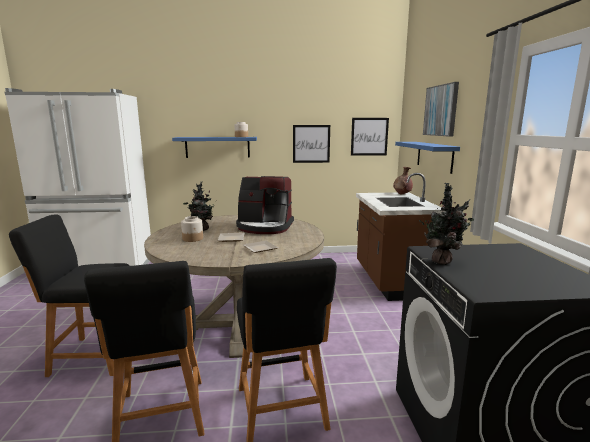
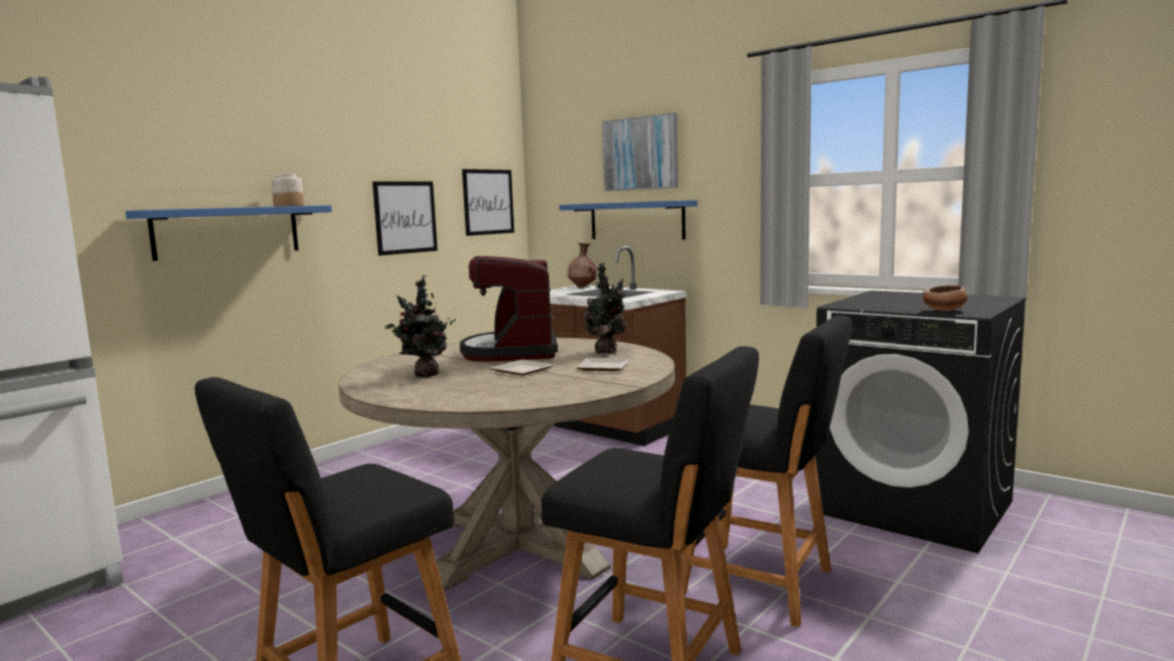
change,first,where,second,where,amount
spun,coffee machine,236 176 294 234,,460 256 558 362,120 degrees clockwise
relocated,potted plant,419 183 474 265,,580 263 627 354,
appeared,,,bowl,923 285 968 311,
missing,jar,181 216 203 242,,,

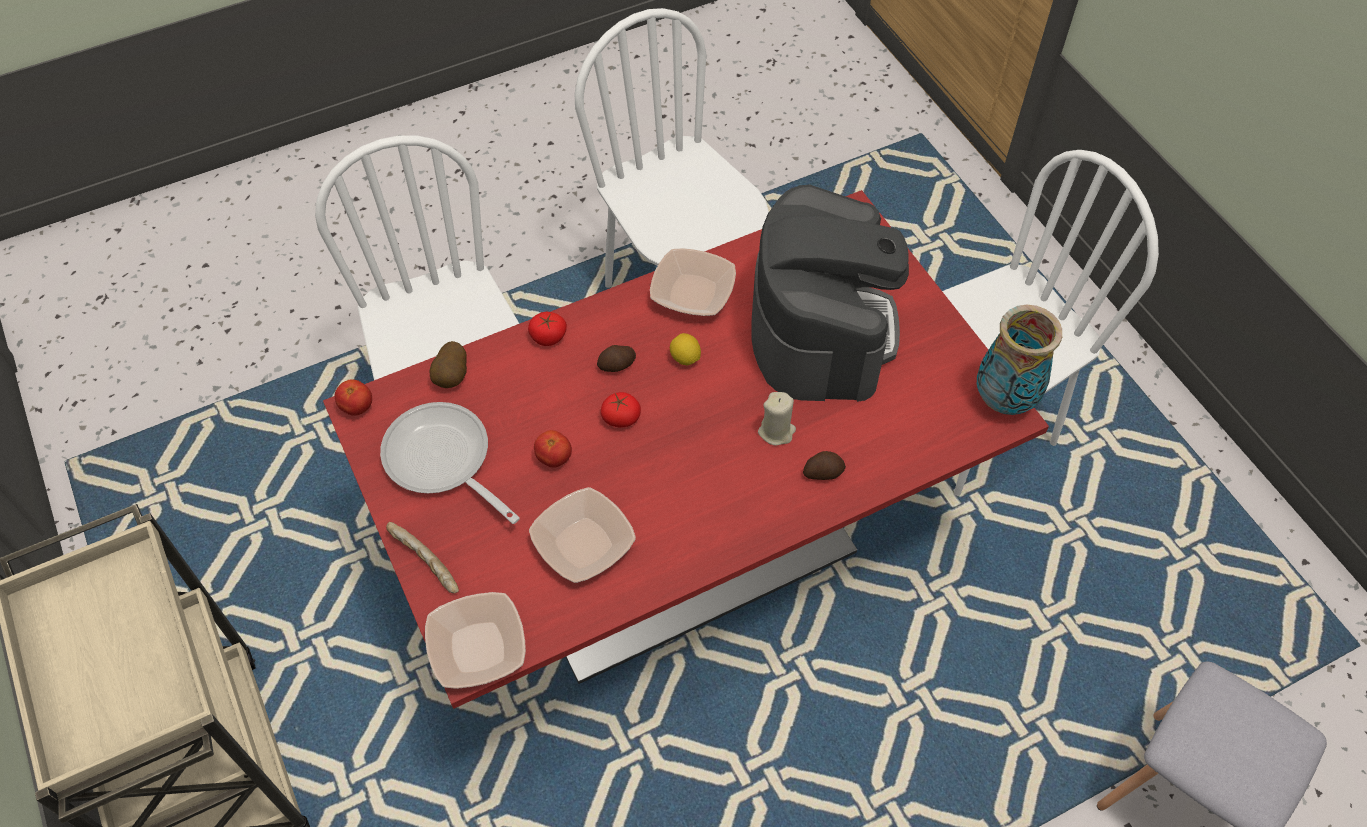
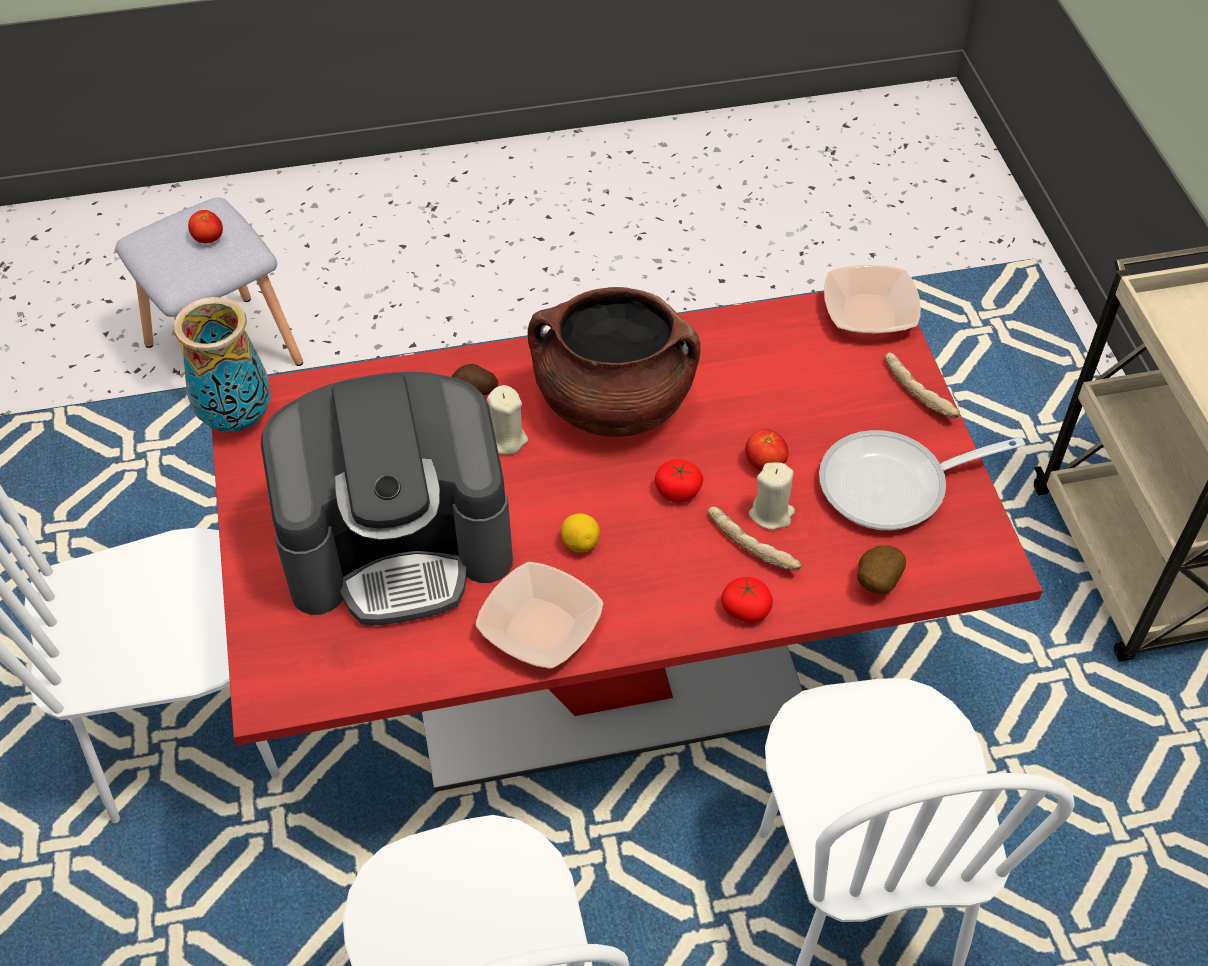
change,first,where,second,where,amount
relocated,fresh tomato,335 379 372 416,,188 210 223 243,
spun,coffee machine,751 184 909 402,,261 372 513 625,120 degrees counterclockwise
appeared,,,brown-coloured stockpot,528 287 701 437,
appeared,,,bread,708 507 801 571,
appeared,,,beige-coloured wax candle,749 463 795 530,
spun,frying pan,380 402 520 524,,819 430 1025 530,105 degrees clockwise
missing,bowl,529 487 636 583,,,
missing,whole potato,597 345 636 372,,,

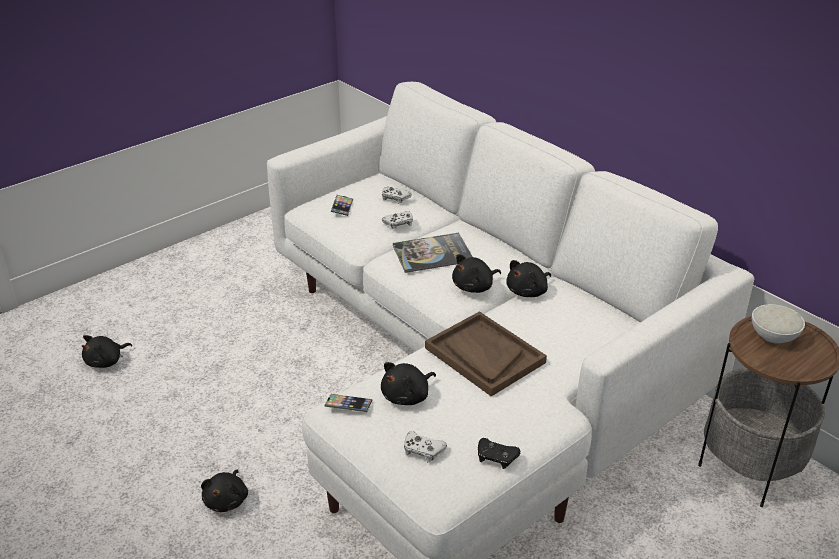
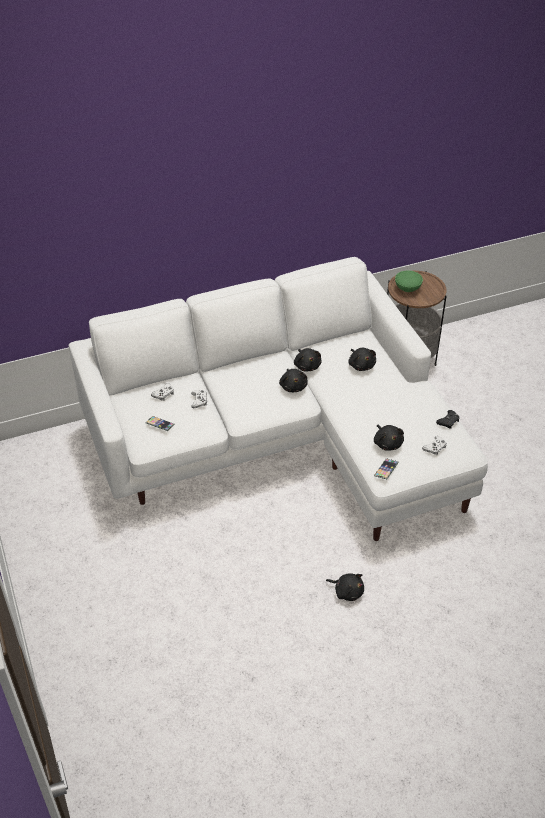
change,first,where,second,where,amount
relocated,black-coloured plush toy,82 335 132 368,,348 348 376 371,
colour,white bowl,752 304 805 344,green bowl,395 271 423 292,
missing,book,393 233 473 273,,,
missing,brown-coloured tray,425 311 547 396,,,

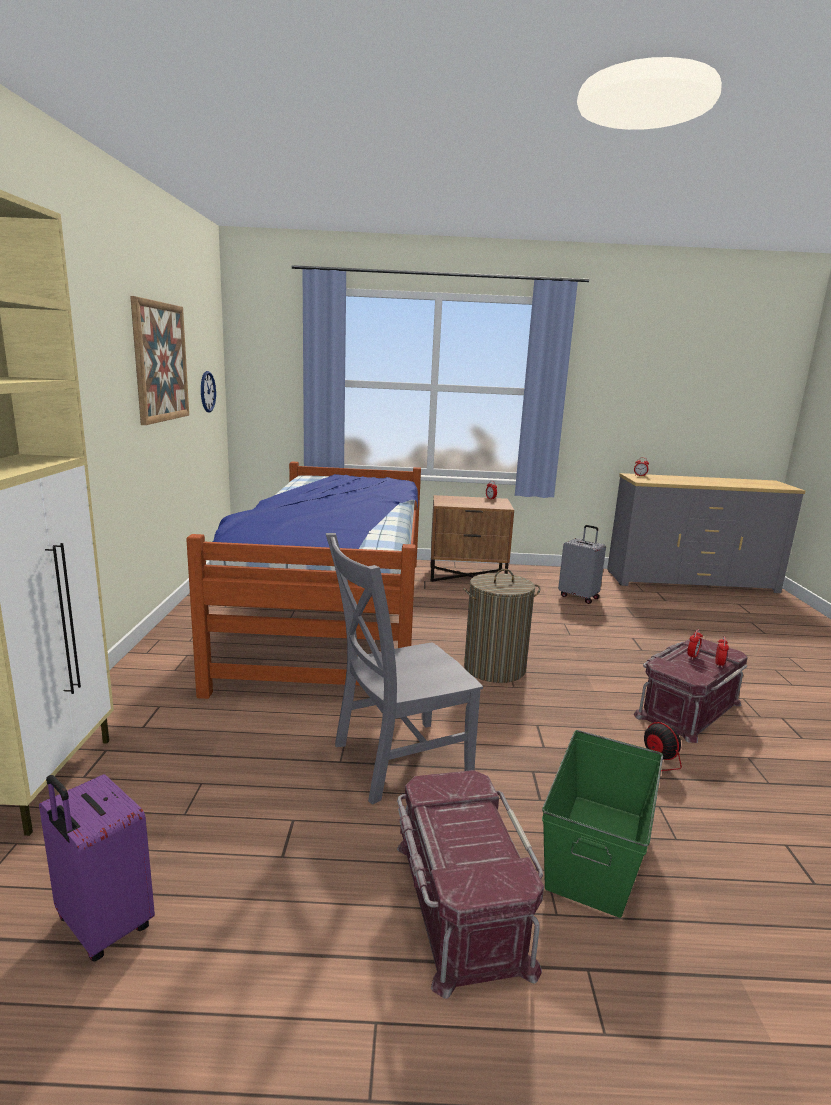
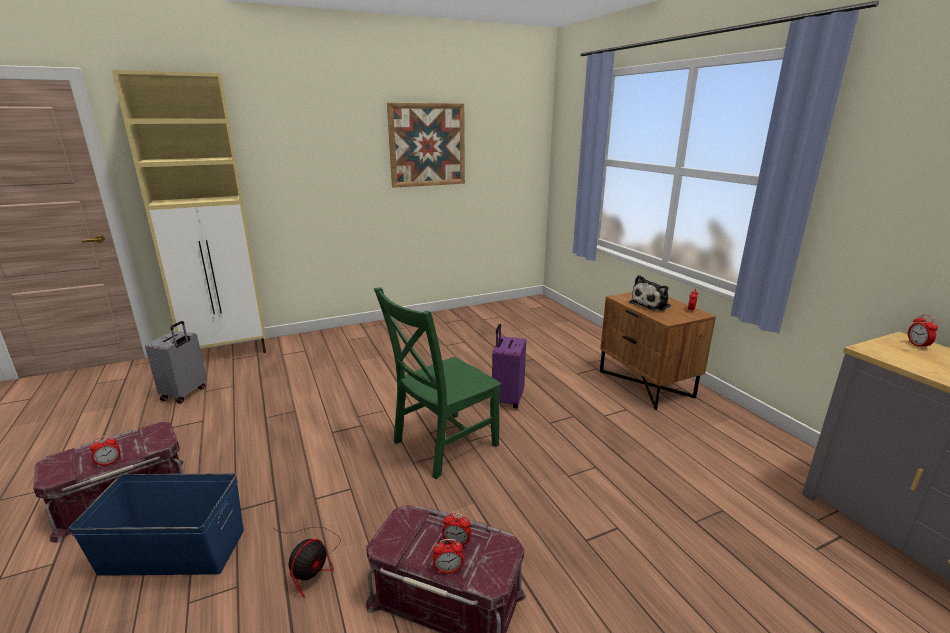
change,first,where,second,where,amount
colour,green storage bin,542 730 663 918,blue storage bin,69 473 244 576,
appeared,,,alarm clock,89 436 120 467,
relocated,grey travel case,558 525 606 604,,145 321 207 403,
exchanged,laundry basket,463 569 540 683,green plain chair,374 287 502 479,
relocated,purple-coloured travel case,39 774 155 962,,492 324 526 408,
appeared,,,plush toy,629 275 671 311,
missing,sleeping bed,186 461 421 699,,,
missing,hanging clock,201 371 216 413,,,
missing,grey plain chair,326 533 483 805,,,

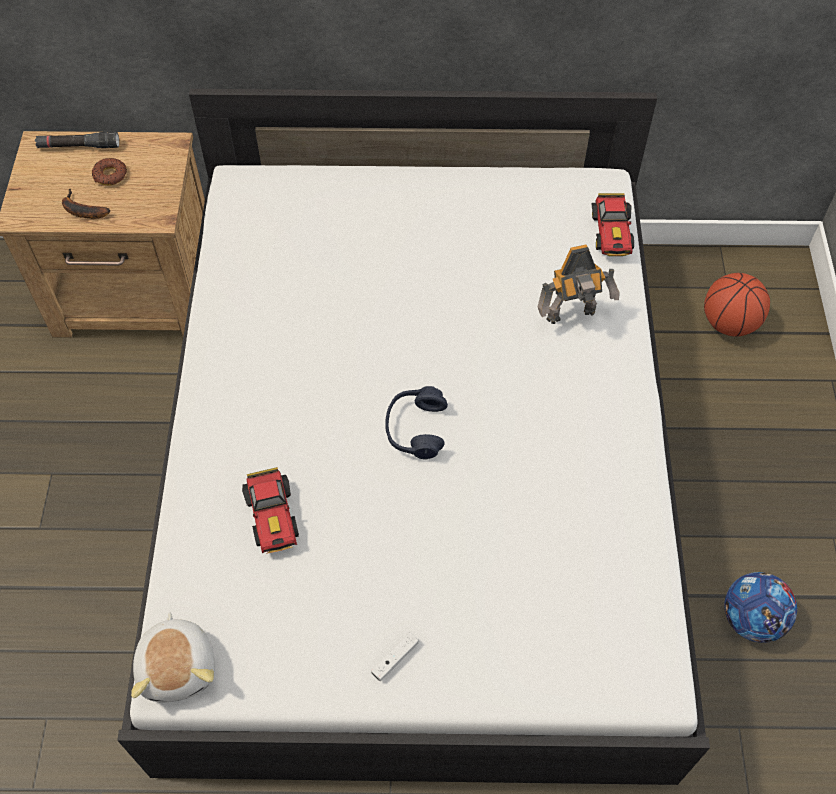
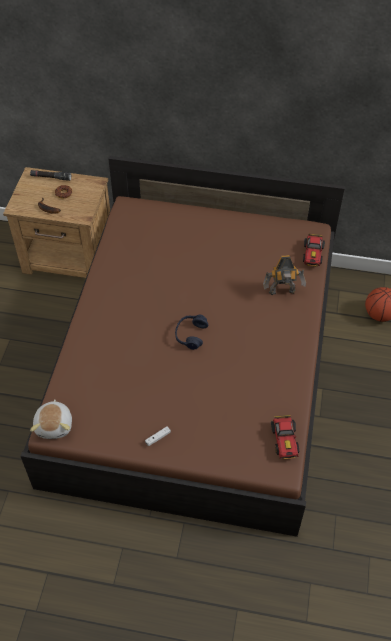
change,first,where,second,where,amount
colour,white sleeping bed,117 89 710 785,brown-coloured sleeping bed,21 156 345 537,
relocated,model car,242 467 299 554,,271 415 299 459,
missing,football ball,724 572 797 643,,,

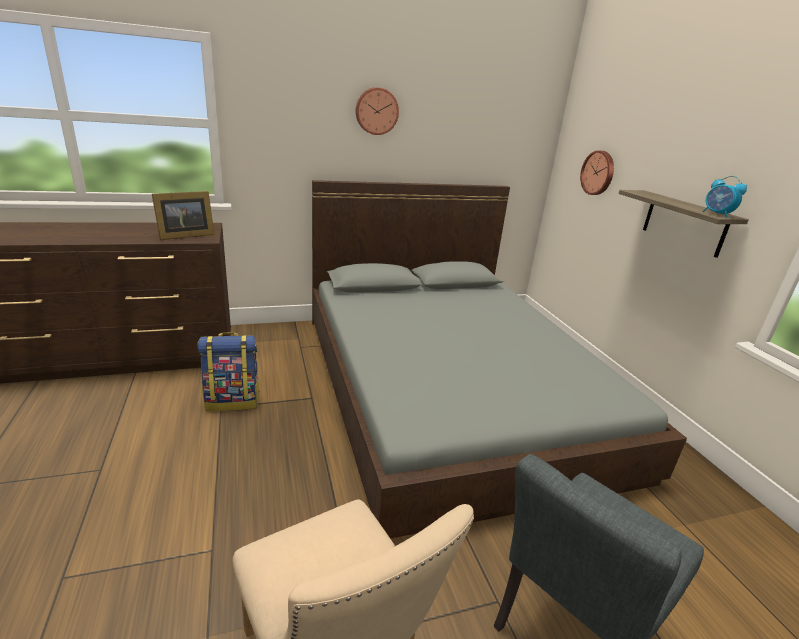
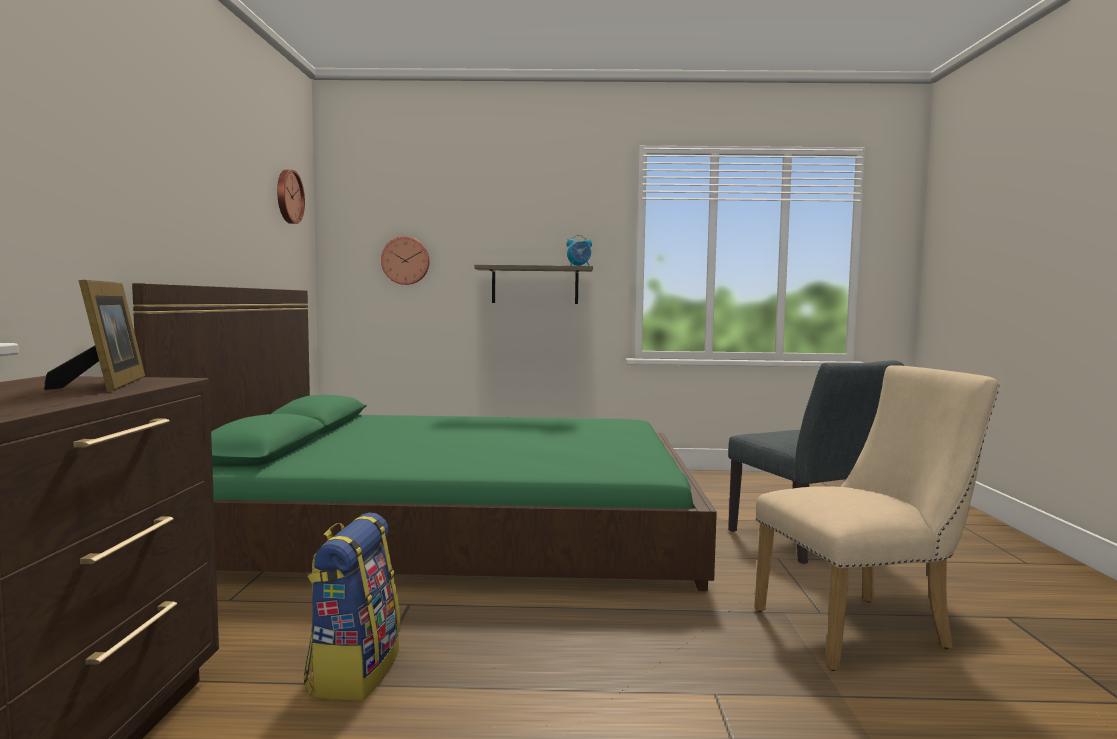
change,first,where,second,where,amount
colour,grey sleeping bed,312 180 687 539,green sleeping bed,132 283 717 591,
relocated,hanging clock,356 87 399 135,,277 169 305 224,

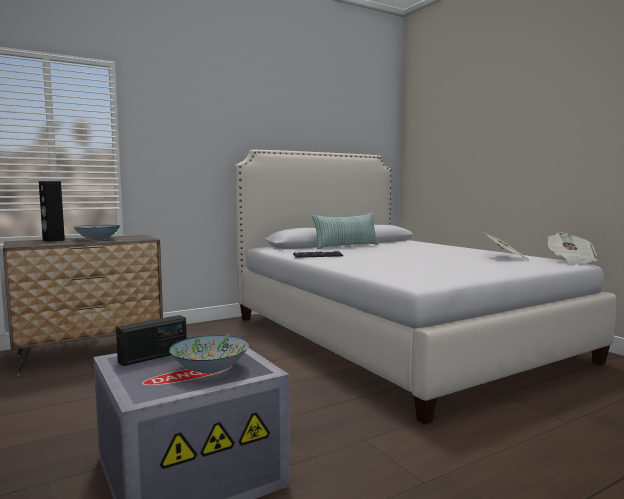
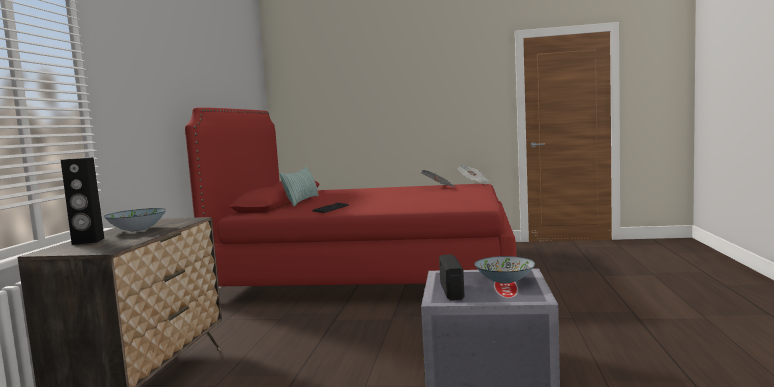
change,first,where,second,where,amount
colour,white sleeping bed,235 150 617 425,reddish sleeping bed,185 107 516 286,

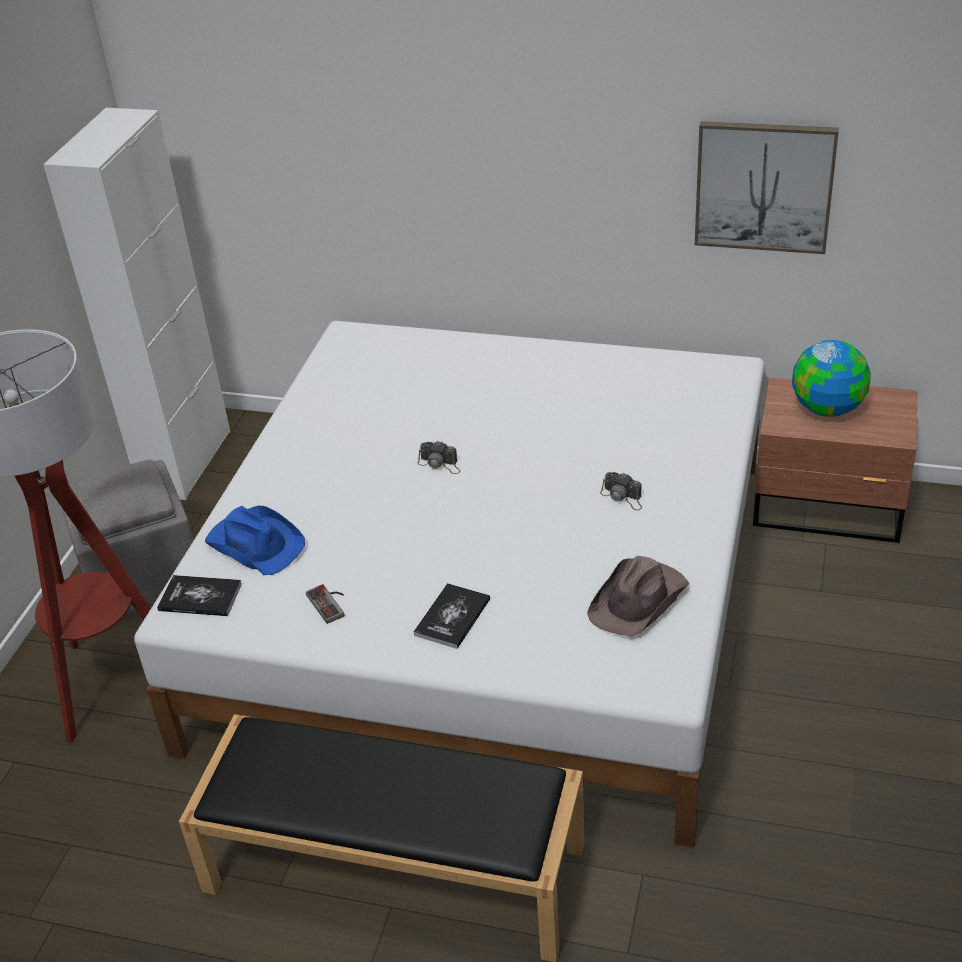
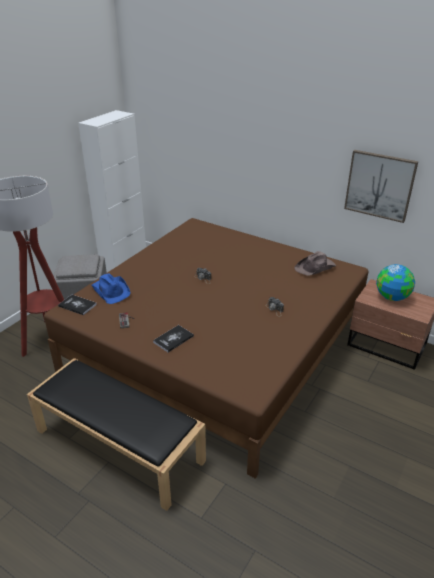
change,first,where,second,where,amount
colour,white sleeping bed,134 321 765 847,brown-coloured sleeping bed,44 218 369 479,
relocated,brown-coloured hat,587 556 689 637,,295 251 336 276,

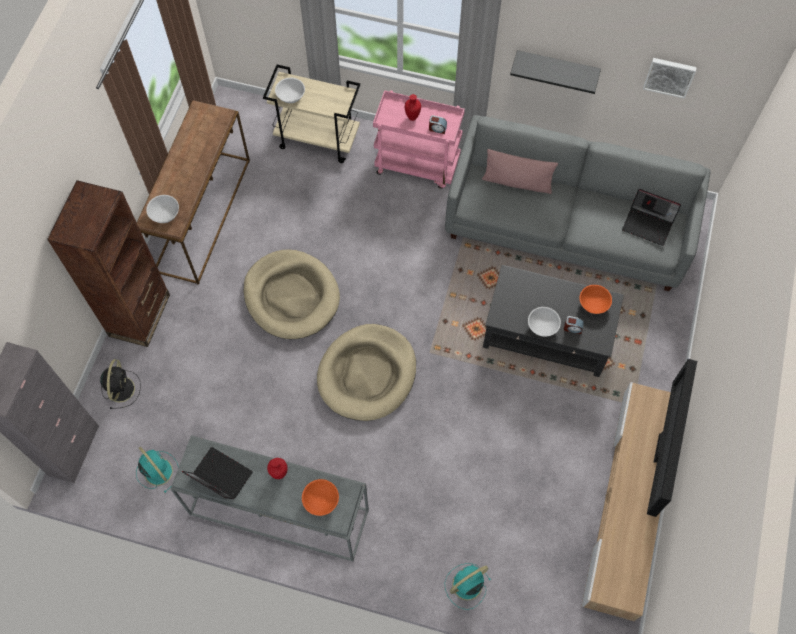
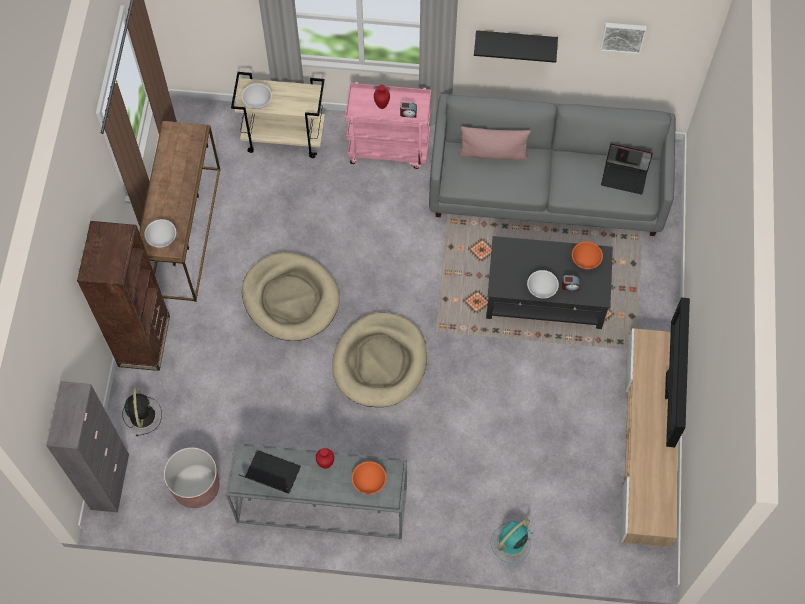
change,first,where,second,where,amount
exchanged,blue-green electric fan,136 446 179 493,brown-coloured plant pot,164 447 220 508,

